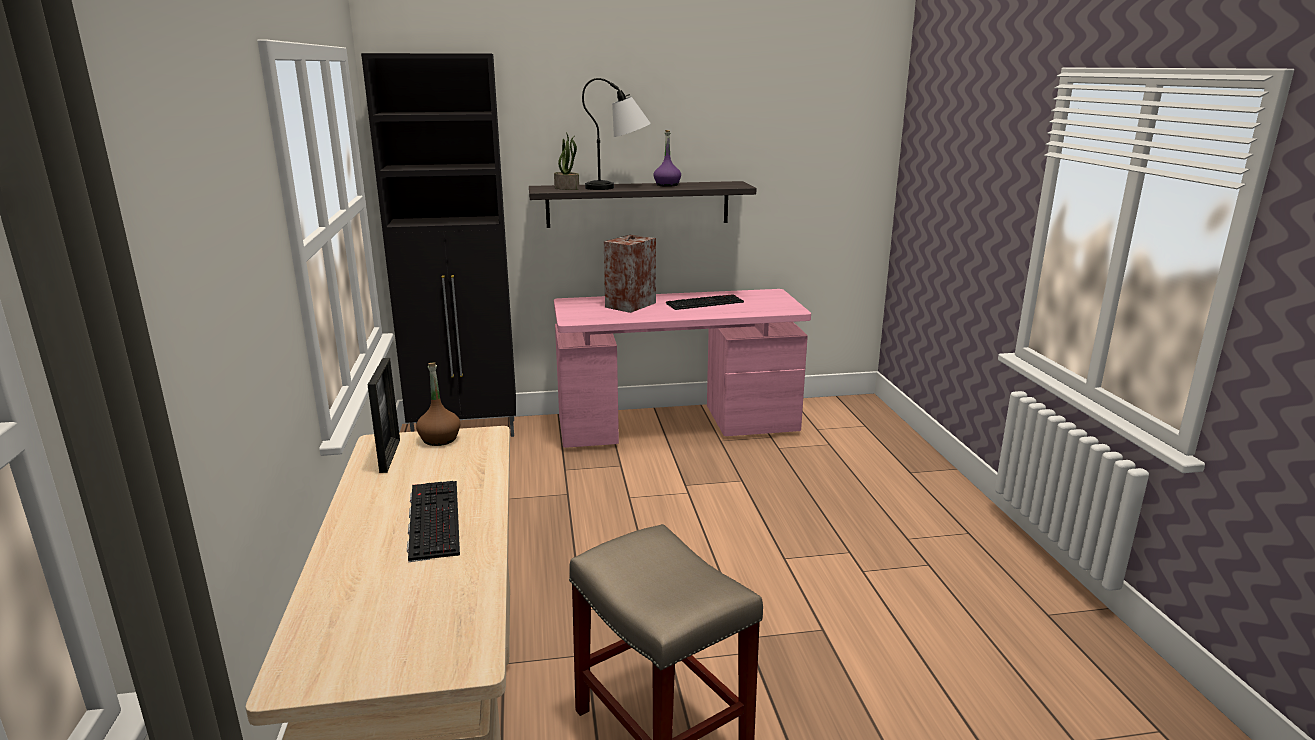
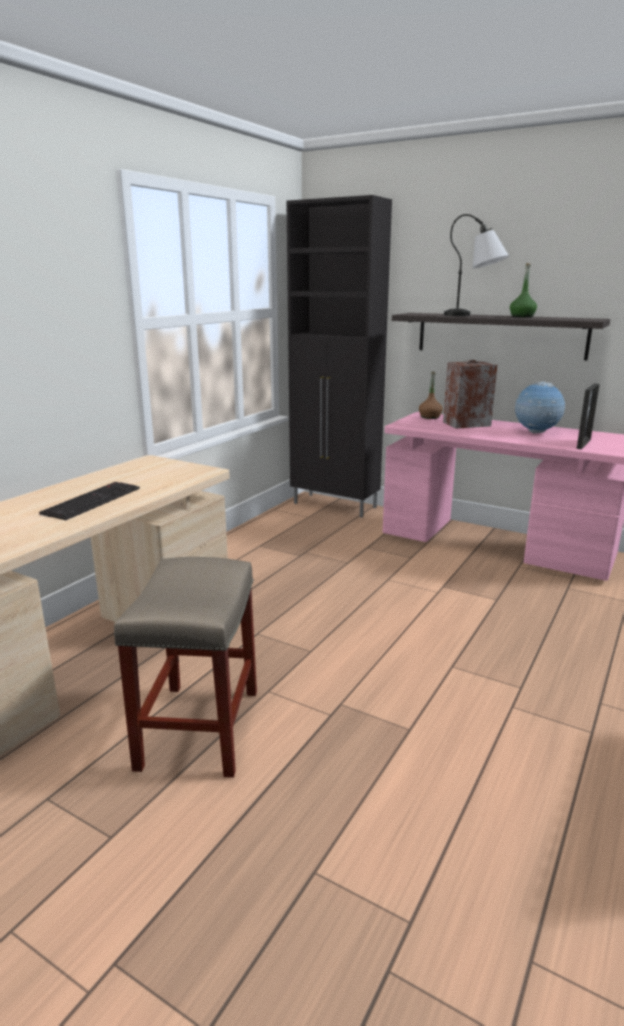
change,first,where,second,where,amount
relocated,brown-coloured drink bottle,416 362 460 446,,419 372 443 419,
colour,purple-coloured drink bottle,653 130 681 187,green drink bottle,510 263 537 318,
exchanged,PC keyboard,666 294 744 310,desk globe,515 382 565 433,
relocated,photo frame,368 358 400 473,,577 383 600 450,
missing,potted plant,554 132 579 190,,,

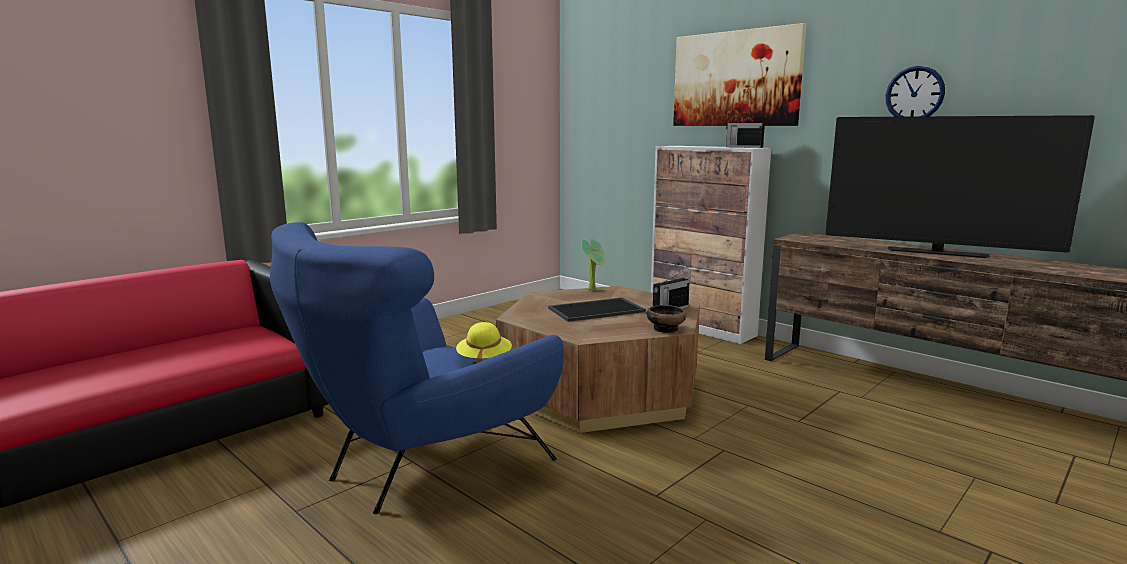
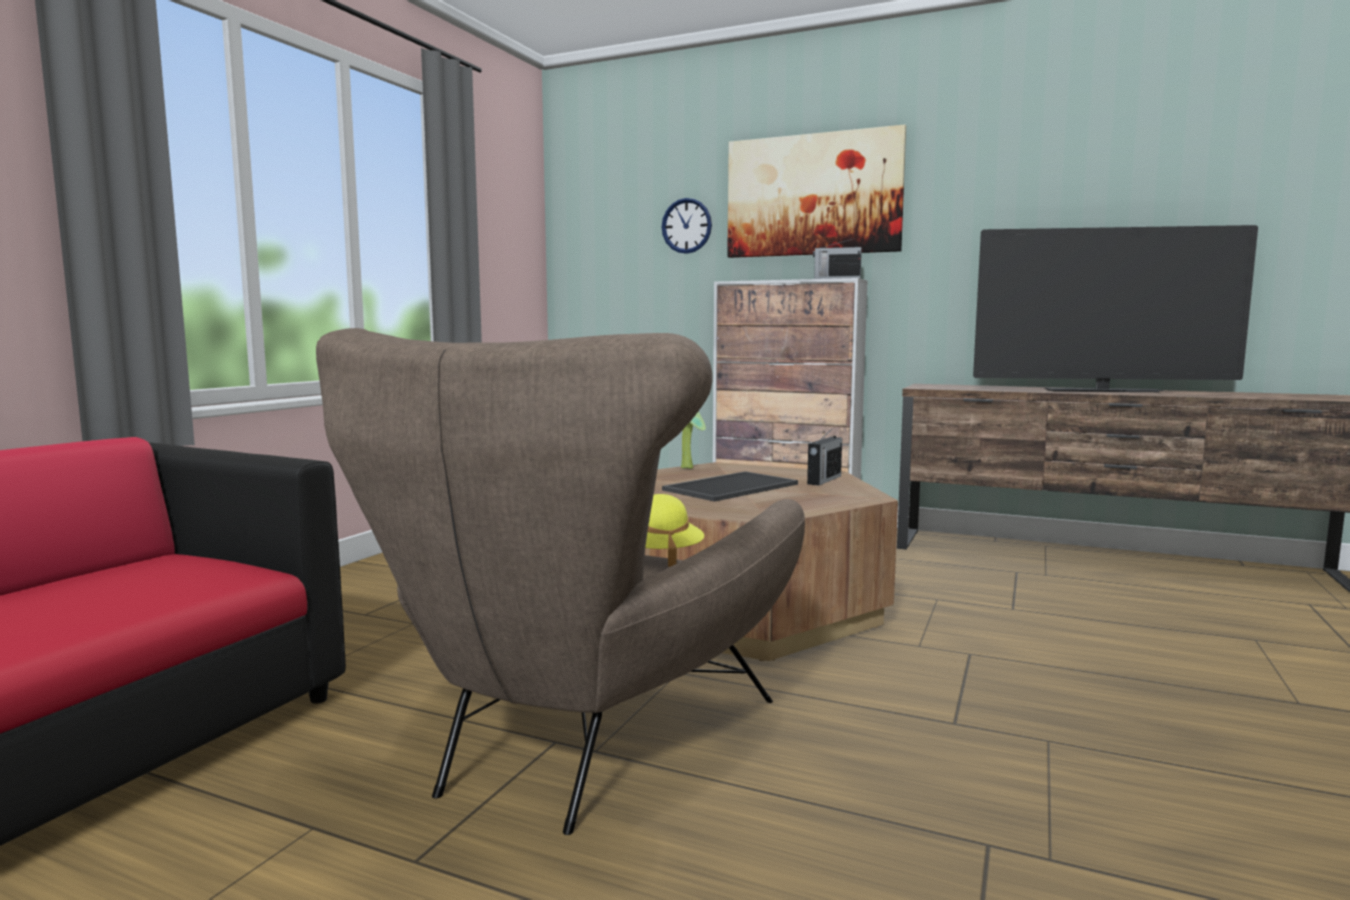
change,first,where,second,where,amount
colour,blue armchair,270 222 564 514,brown-coloured armchair,316 328 805 835,
relocated,hanging clock,886 66 945 117,,662 198 712 254,
missing,bowl,647 305 687 333,,,

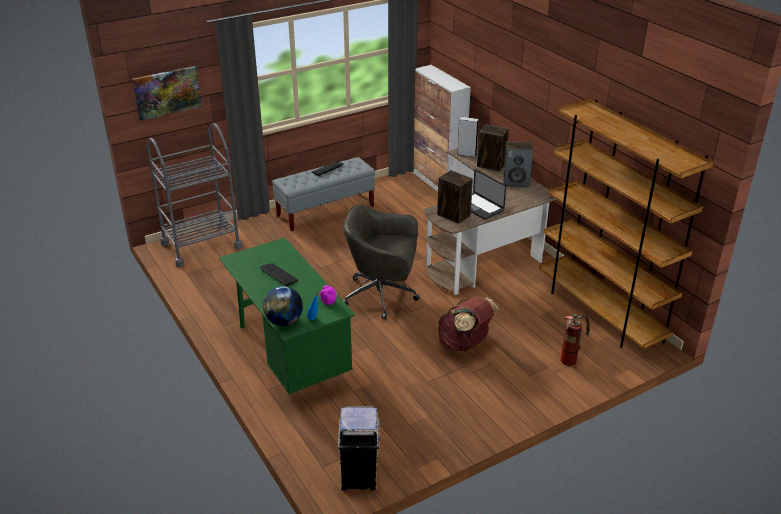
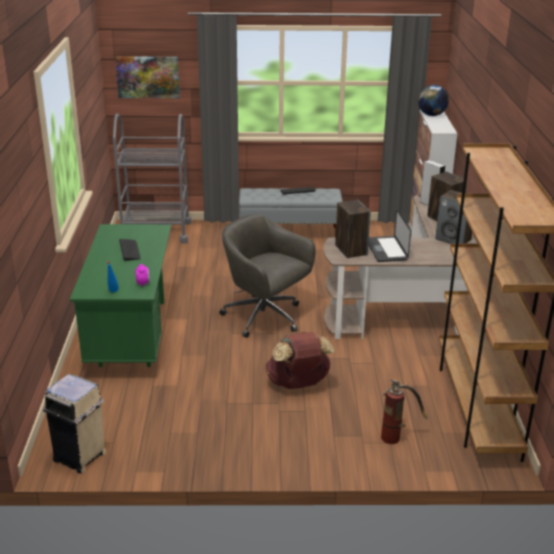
change,first,where,second,where,amount
relocated,desk globe,263 286 303 326,,418 85 449 116,

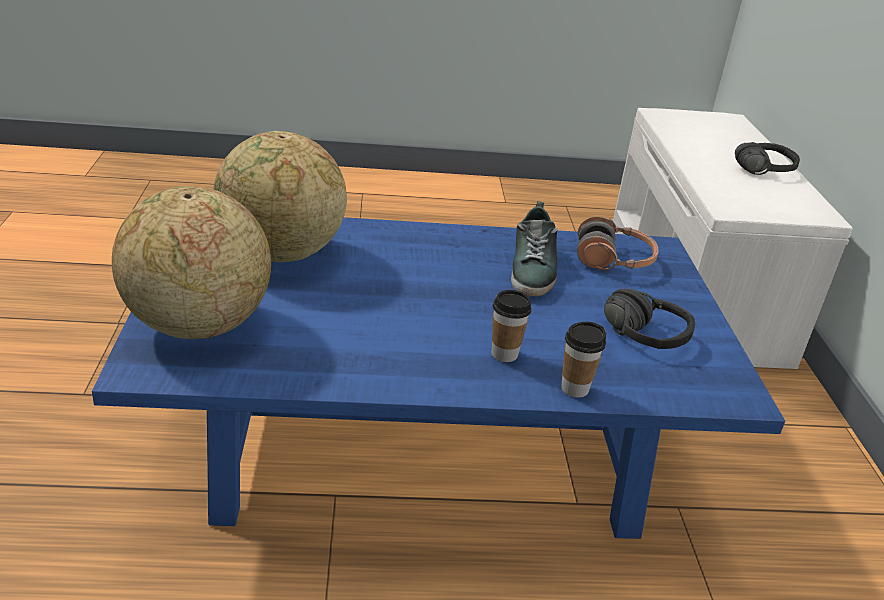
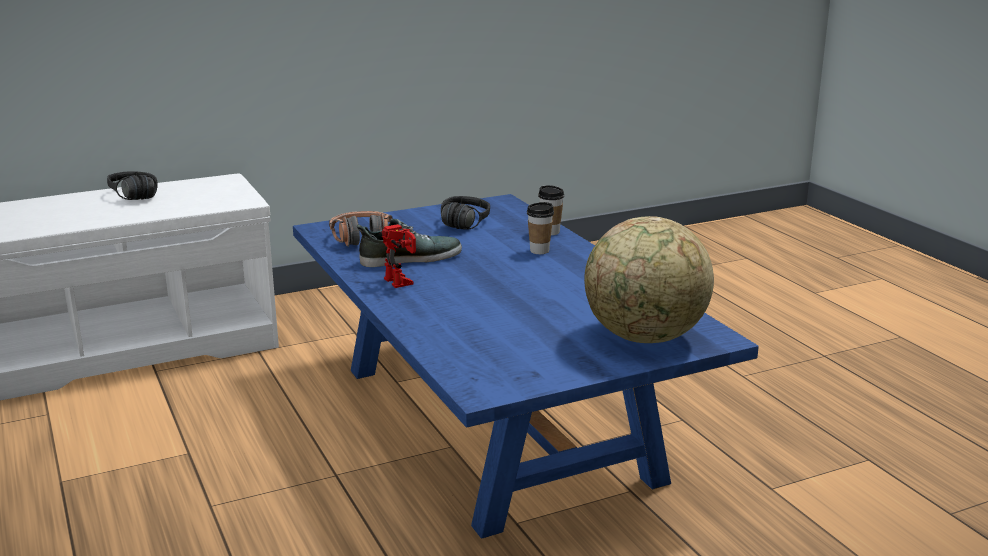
change,first,where,second,where,amount
appeared,,,robot figure,380 224 416 288,
missing,desk globe,213 131 347 262,,,

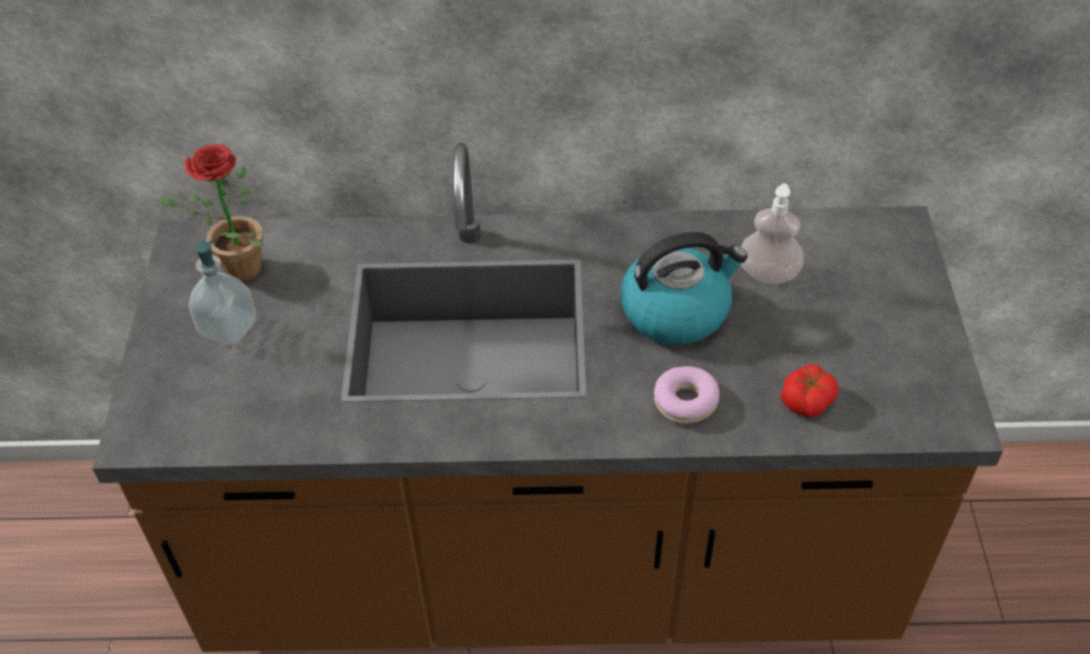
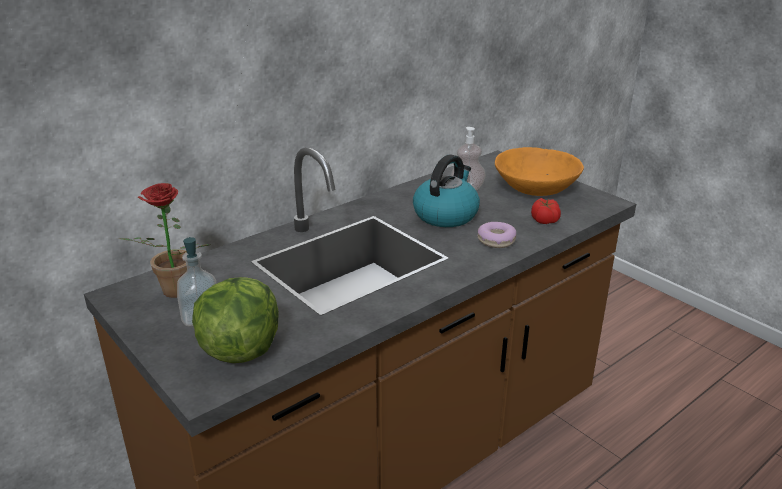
change,first,where,second,where,amount
appeared,,,head of lettuce,192 277 279 363,
appeared,,,orange-coloured bowl,495 147 584 196,

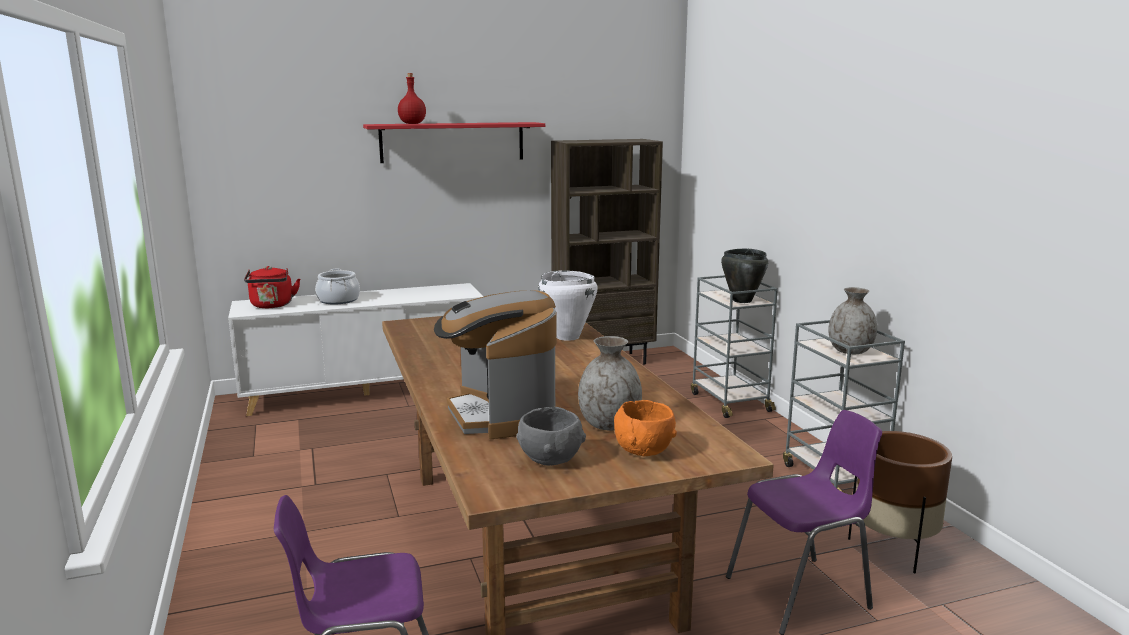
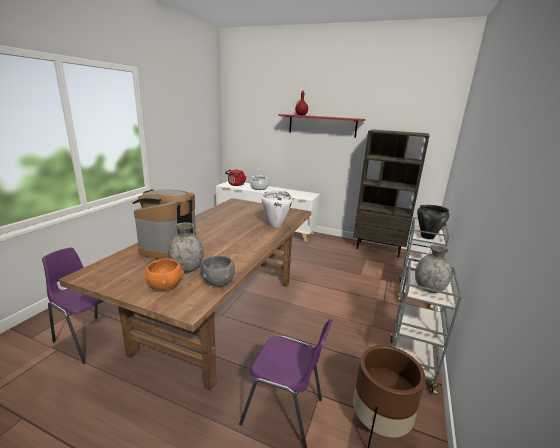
change,first,where,second,where,amount
relocated,grey bowl,516 407 586 466,,201 255 235 287,

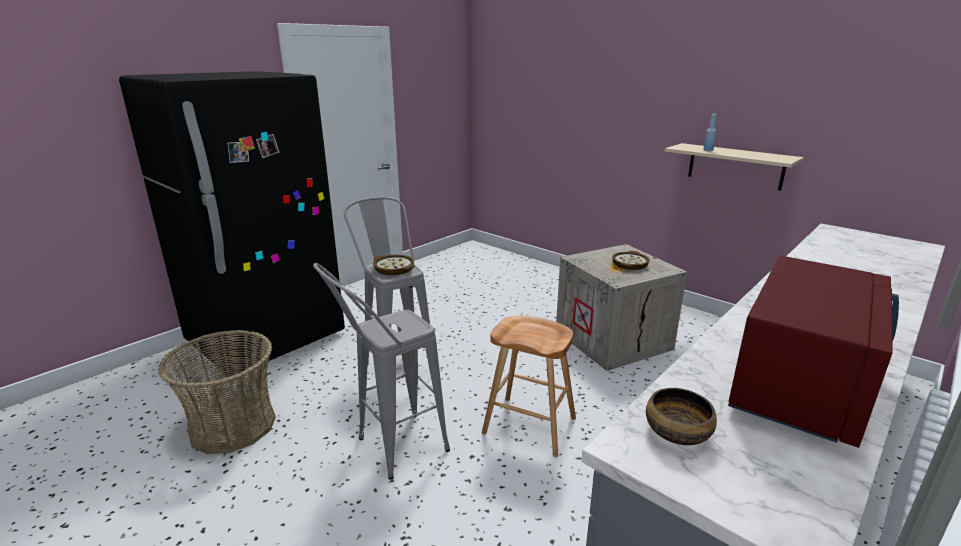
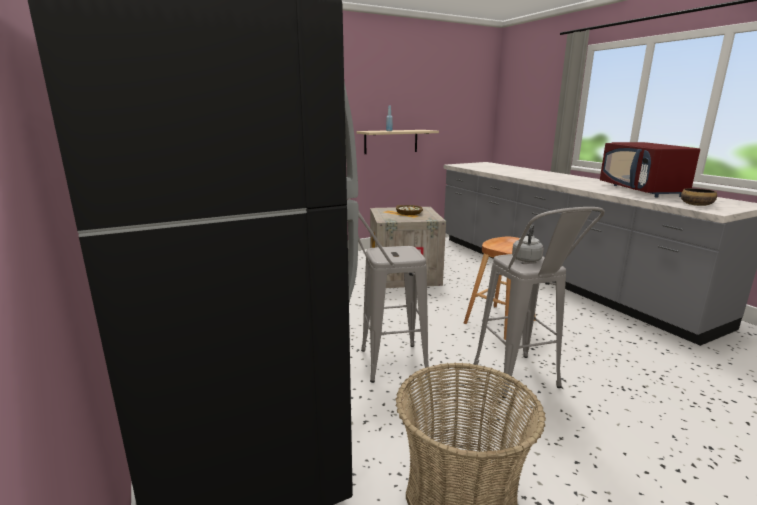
change,first,where,second,where,amount
appeared,,,grey tea kettle,512 224 544 262,
spun,reddish microwave,728 256 899 448,,600 142 700 198,150 degrees counterclockwise
missing,bowl,373 255 415 275,,,

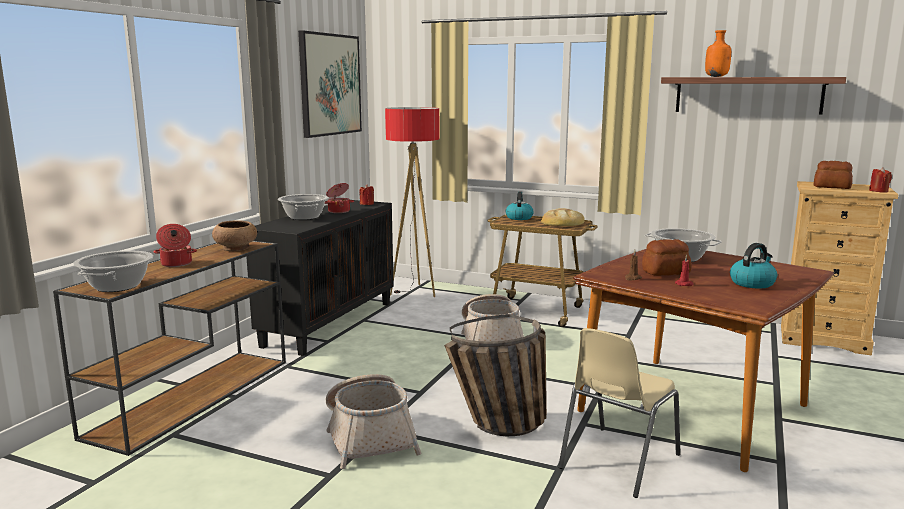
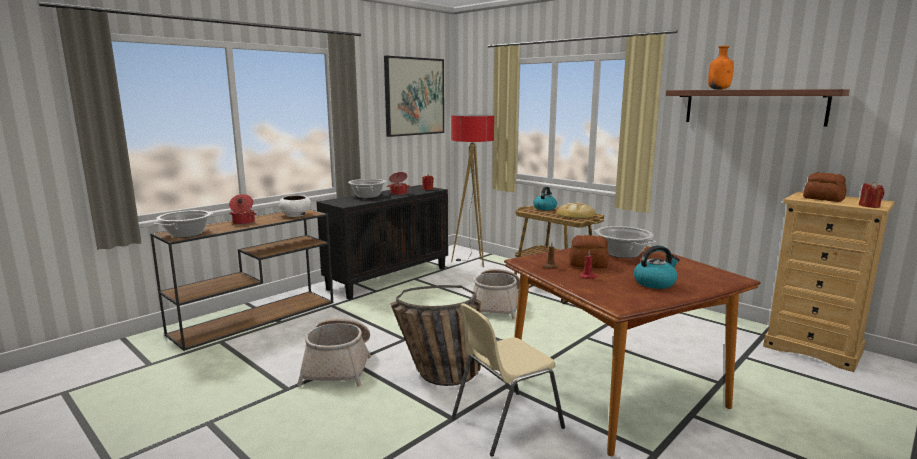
change,first,where,second,where,amount
colour,brown-coloured bowl,212 220 257 251,white bowl,279 195 311 217,

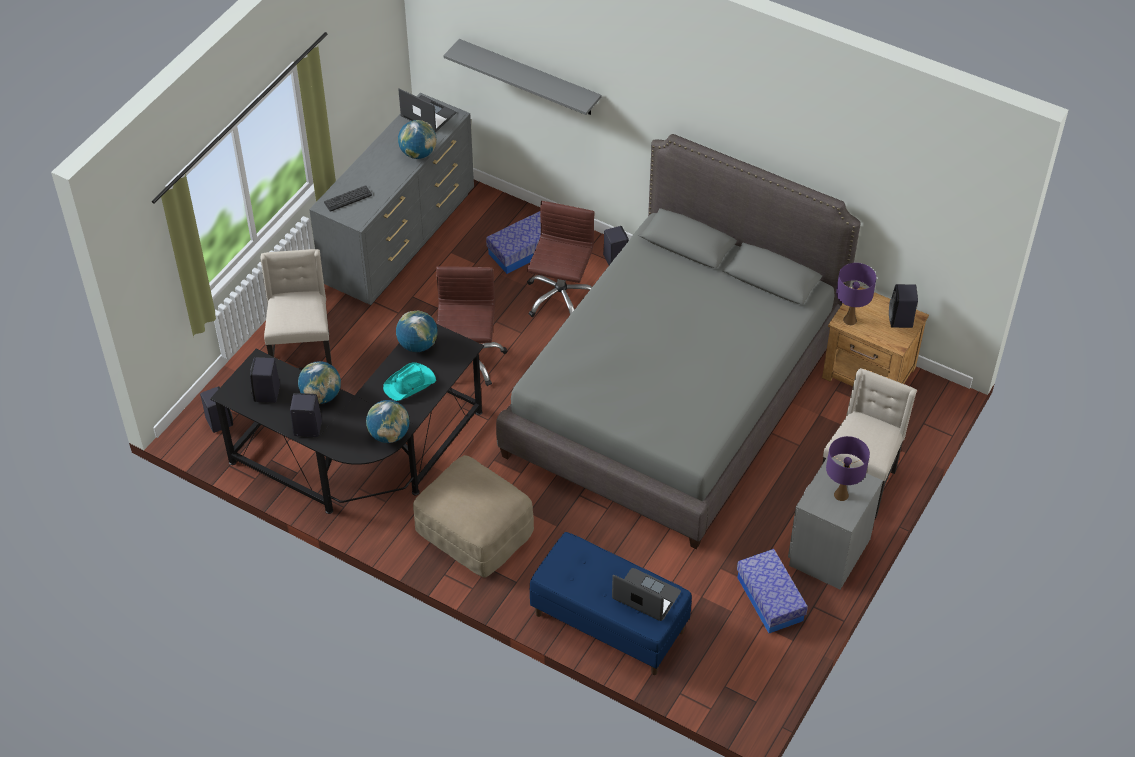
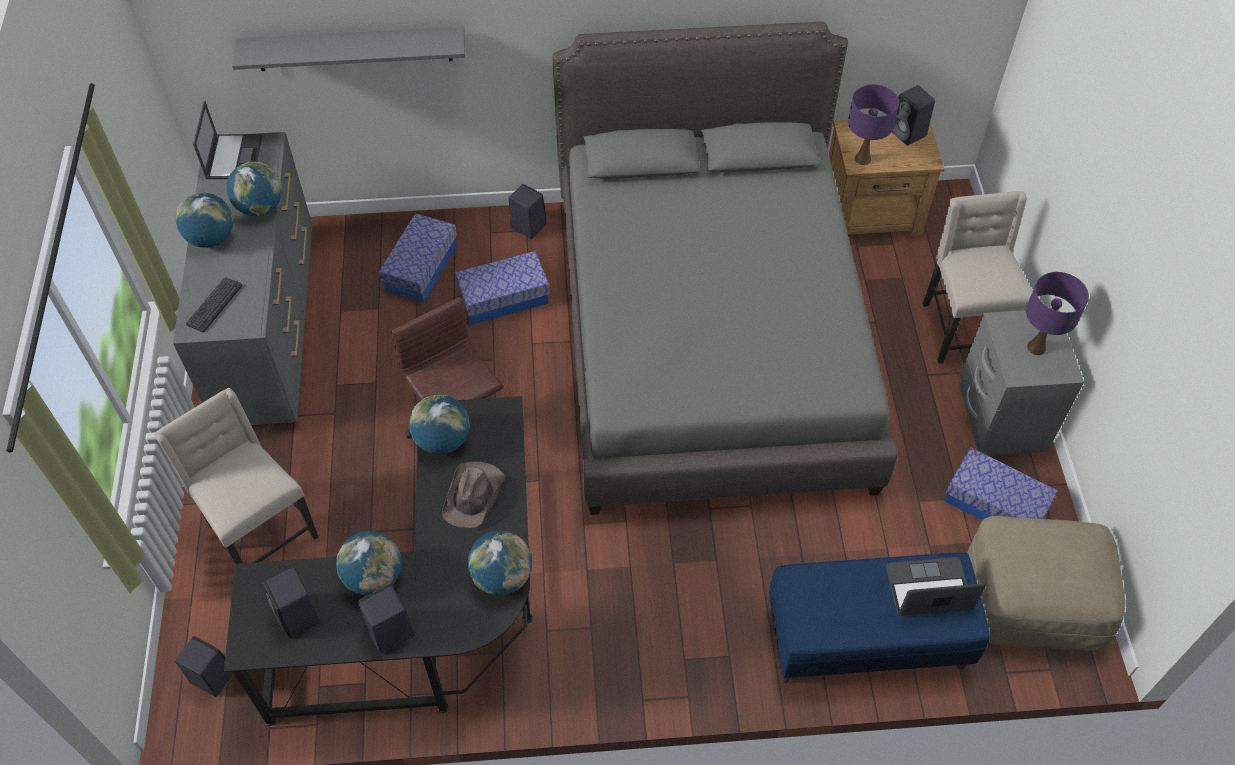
change,first,where,second,where,amount
appeared,,,desk globe,176 192 234 248,
spun,notebook computer,398 88 456 133,,193 101 263 179,90 degrees clockwise
colour,blue-green hat,383 362 436 401,brown-coloured hat,442 462 505 528,
exchanged,brown-coloured computer chair,527 201 595 317,storage bin,455 251 550 325,
relocated,beige-coloured footrest,413 455 534 578,,967 516 1125 651,

